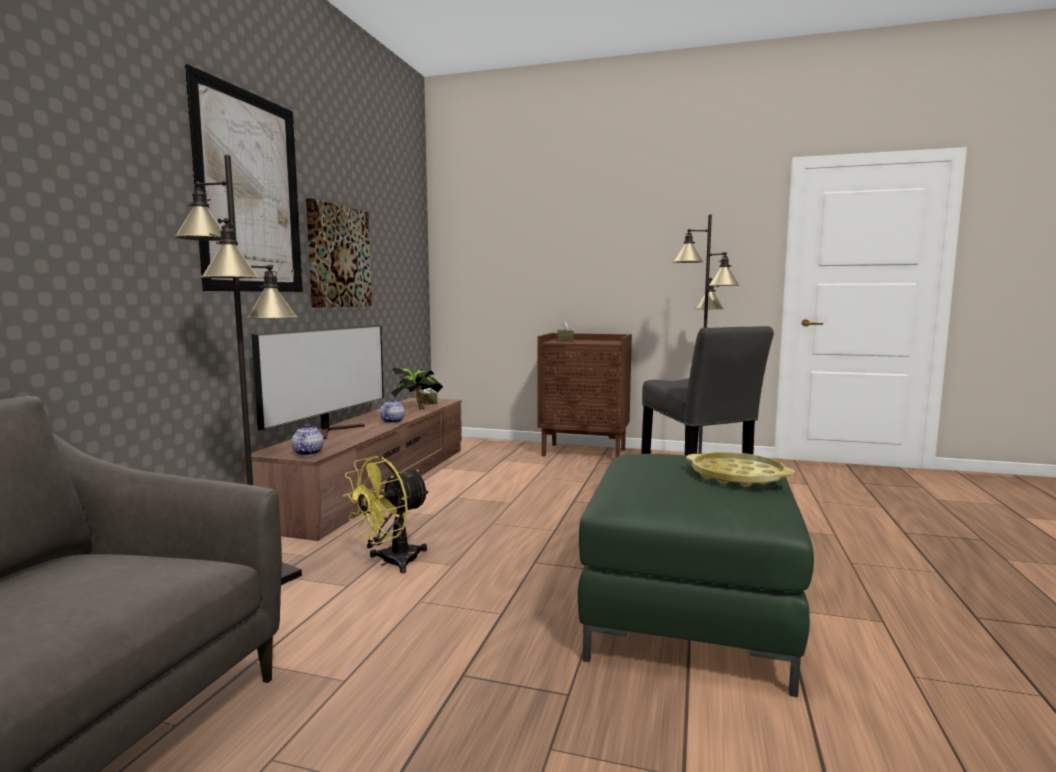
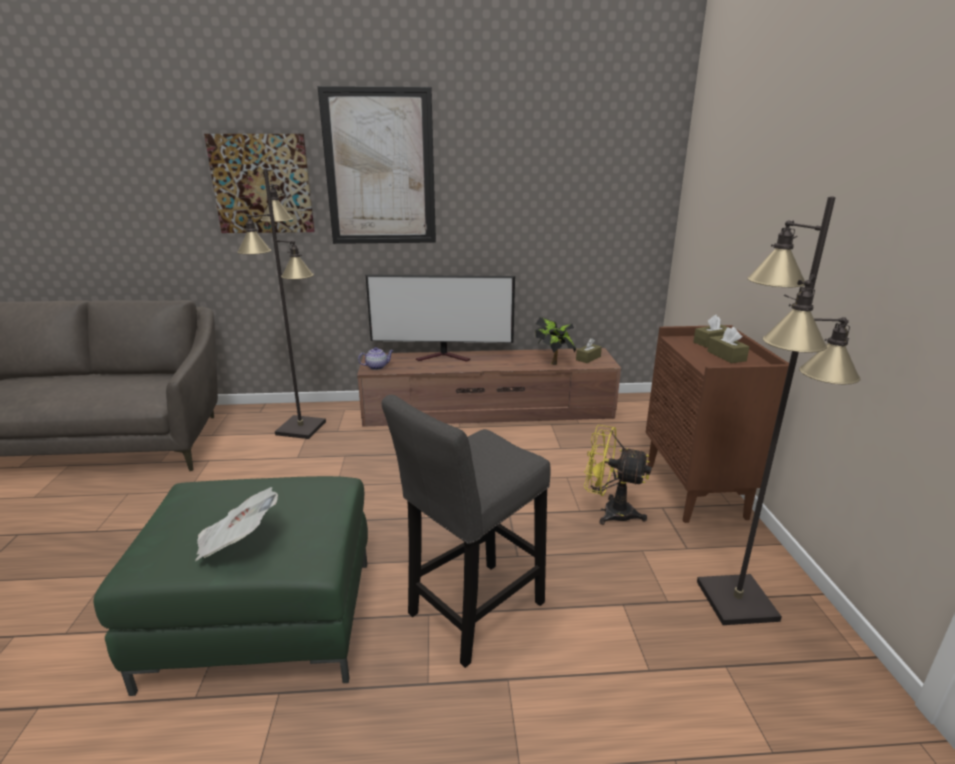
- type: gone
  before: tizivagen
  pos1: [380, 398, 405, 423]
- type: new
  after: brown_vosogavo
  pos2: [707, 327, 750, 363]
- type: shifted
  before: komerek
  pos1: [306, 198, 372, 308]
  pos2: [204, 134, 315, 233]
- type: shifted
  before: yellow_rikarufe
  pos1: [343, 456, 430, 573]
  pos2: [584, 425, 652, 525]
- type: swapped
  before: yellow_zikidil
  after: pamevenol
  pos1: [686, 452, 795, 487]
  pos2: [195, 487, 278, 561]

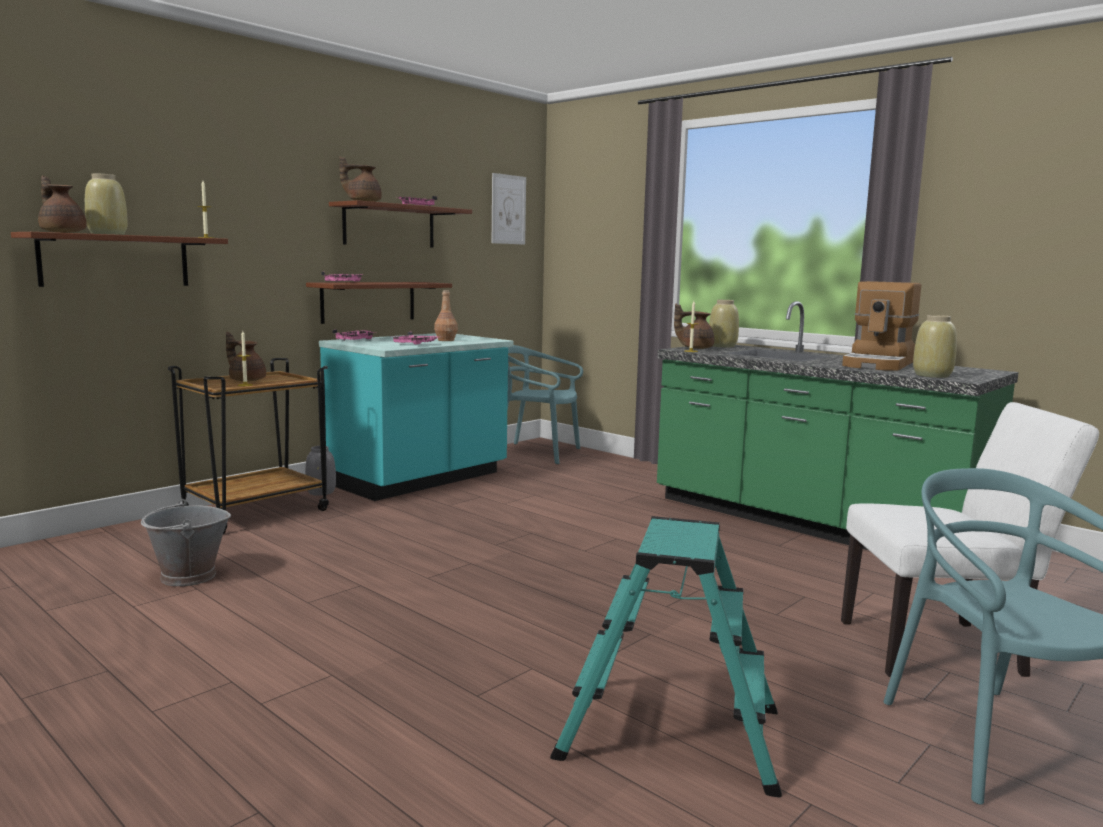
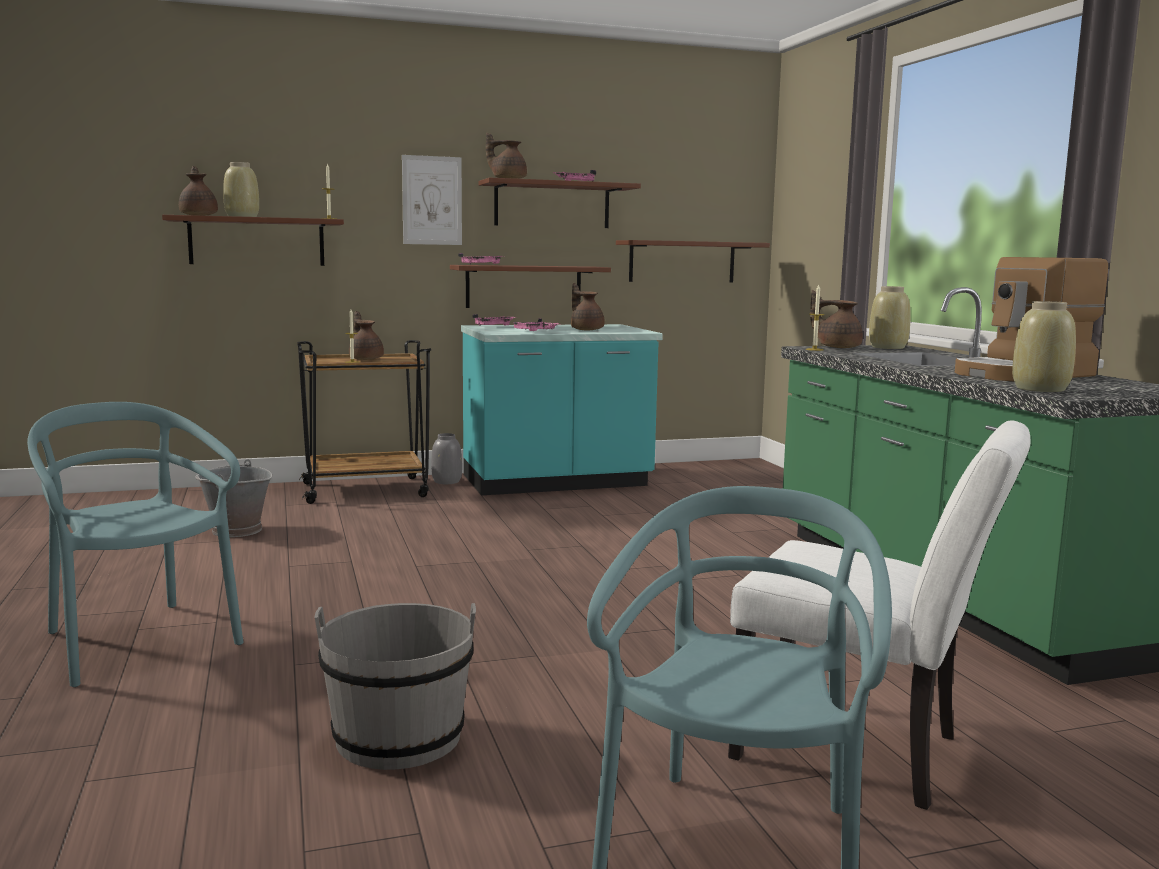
- type: new
  after: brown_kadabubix
  pos2: [616, 240, 770, 283]
- type: shifted
  before: komerek
  pos1: [492, 173, 526, 245]
  pos2: [402, 155, 462, 245]
- type: shifted
  before: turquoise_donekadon
  pos1: [506, 345, 583, 464]
  pos2: [27, 402, 244, 687]
- type: swapped
  before: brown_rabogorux
  after: brown_tizivagen
  pos1: [434, 290, 458, 341]
  pos2: [571, 283, 605, 331]
- type: swapped
  before: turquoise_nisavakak
  after: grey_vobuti
  pos1: [550, 516, 782, 797]
  pos2: [315, 603, 476, 770]

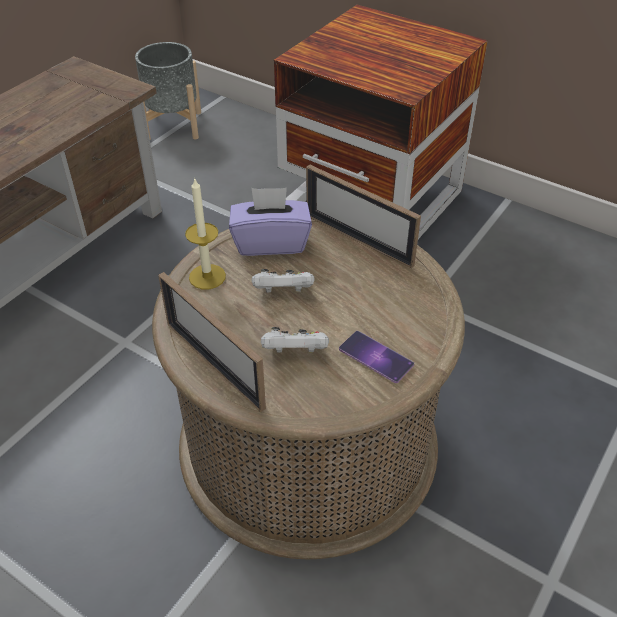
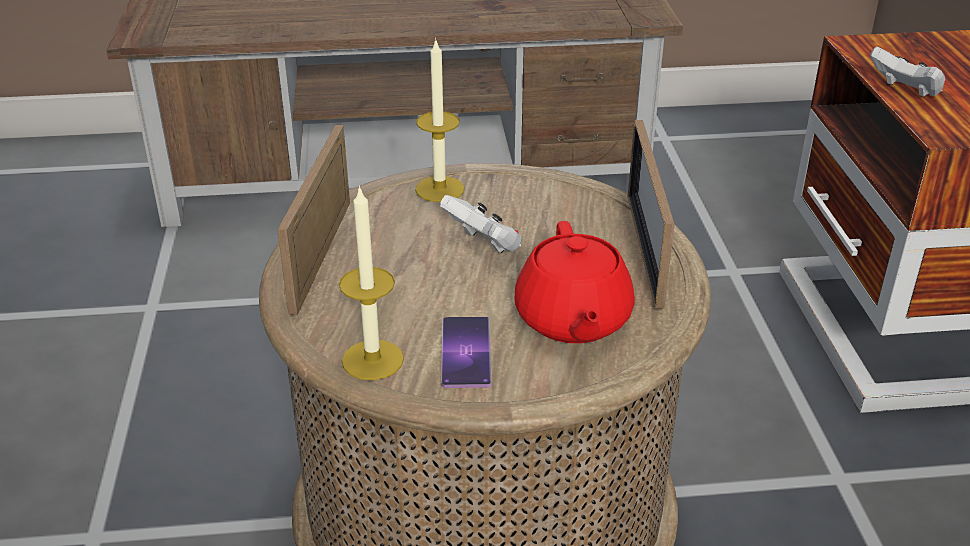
- type: gone
  before: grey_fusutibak
  pos1: [135, 42, 201, 139]
- type: gone
  before: purple_vosogavo
  pos1: [229, 188, 312, 256]
- type: new
  after: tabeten
  pos2: [339, 186, 404, 380]
- type: new
  after: red_tizivagen
  pos2: [515, 221, 635, 343]
- type: shifted
  before: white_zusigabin
  pos1: [261, 327, 329, 353]
  pos2: [870, 46, 945, 97]

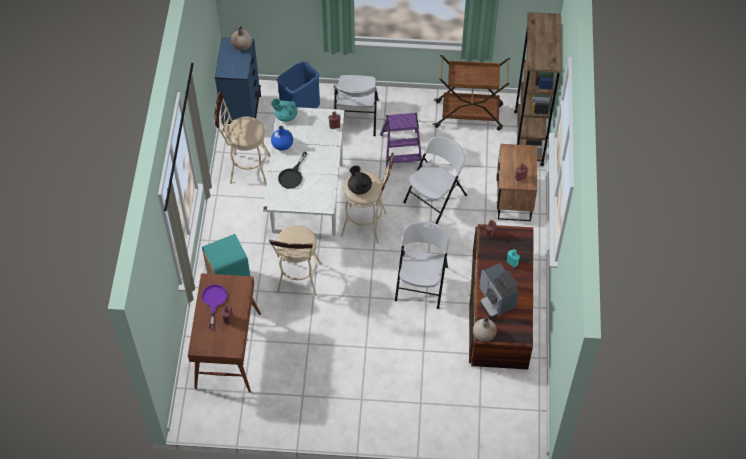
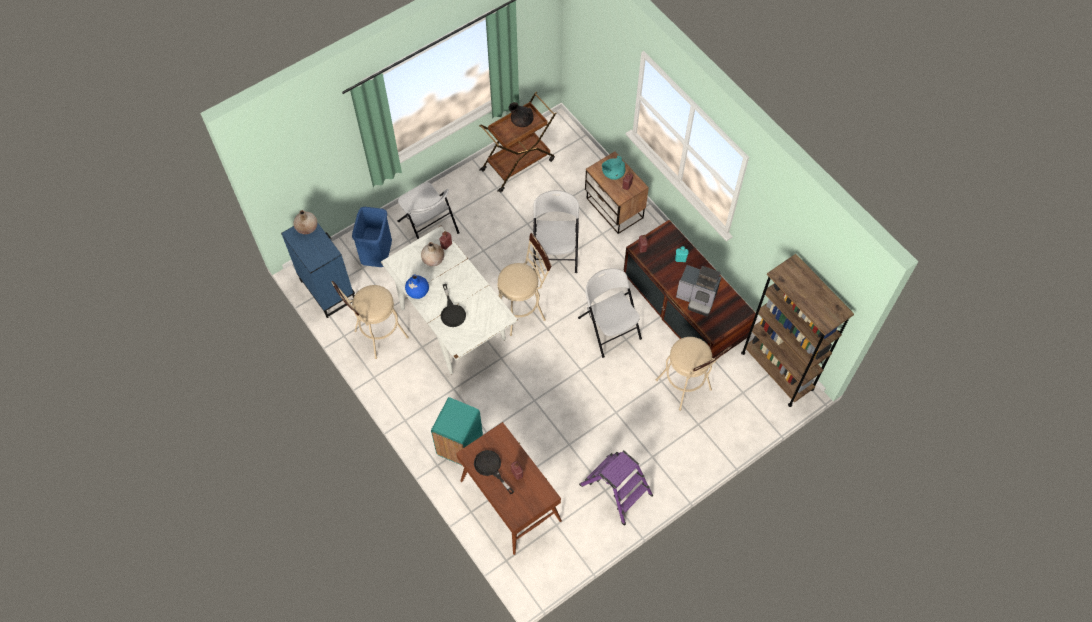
- type: shifted
  before: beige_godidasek
  pos1: [269, 225, 321, 296]
  pos2: [656, 337, 732, 411]
- type: shifted
  before: turquoise_tizivagen
  pos1: [271, 98, 297, 122]
  pos2: [602, 156, 625, 180]
- type: shifted
  before: black_tizivagen
  pos1: [348, 165, 372, 194]
  pos2: [509, 102, 534, 127]
- type: shifted
  before: purple_nisavakak
  pos1: [380, 112, 423, 168]
  pos2: [579, 450, 653, 526]
- type: shifted
  before: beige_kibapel
  pos1: [473, 318, 497, 342]
  pos2: [421, 242, 444, 266]
- type: shifted
  before: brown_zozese
  pos1: [514, 12, 562, 166]
  pos2: [741, 254, 854, 407]
- type: repainted
  before: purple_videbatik
  after: black_videbatik
  pos1: [202, 284, 227, 329]
  pos2: [474, 450, 514, 494]

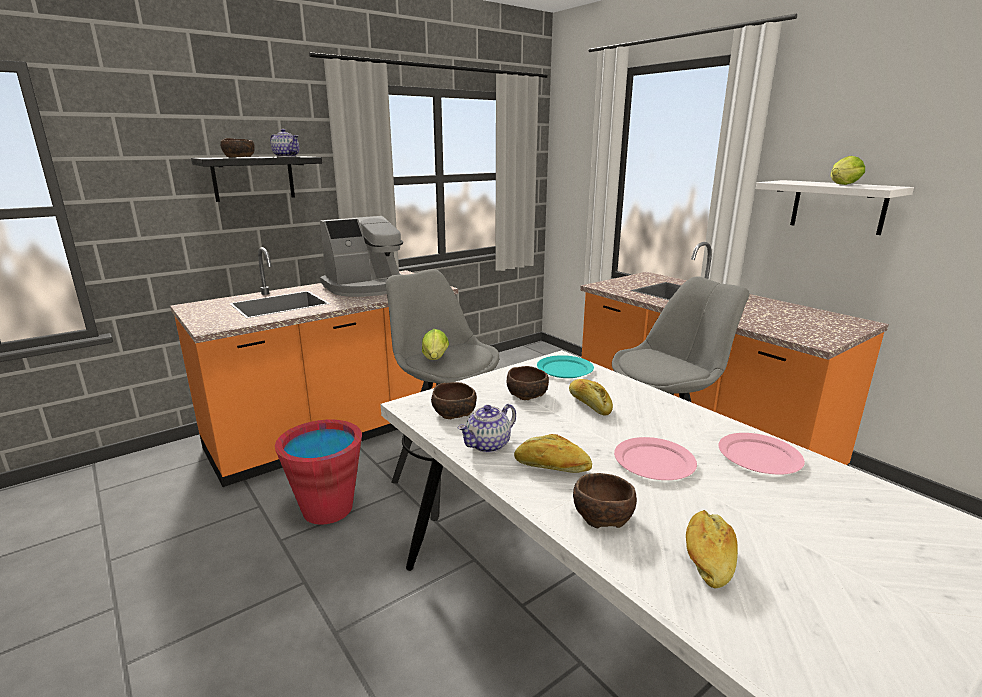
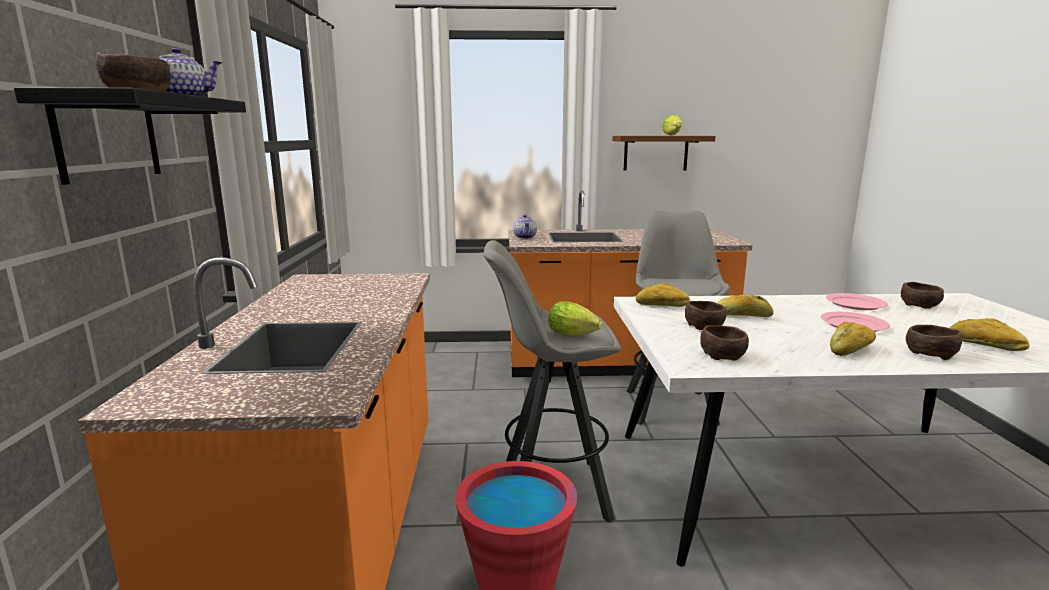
- type: gone
  before: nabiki
  pos1: [320, 216, 403, 297]
- type: new
  after: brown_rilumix
  pos2: [901, 282, 944, 309]
- type: shifted
  before: tizivagen
  pos1: [458, 404, 516, 453]
  pos2: [513, 214, 537, 239]
- type: swapped
  before: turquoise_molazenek
  after: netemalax
  pos1: [537, 355, 594, 378]
  pos2: [636, 283, 690, 307]
- type: repainted
  before: white_kadabubix
  after: brown_kadabubix
  pos1: [756, 180, 914, 235]
  pos2: [612, 136, 715, 171]

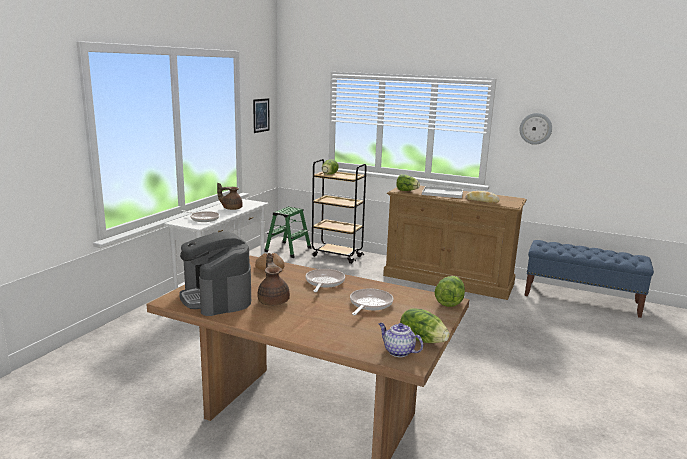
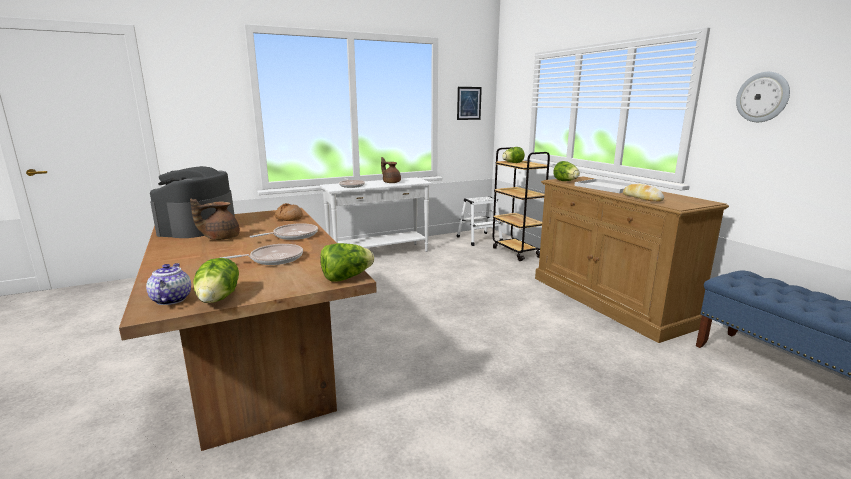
- type: repainted
  before: green_nisavakak
  after: white_nisavakak
  pos1: [264, 206, 312, 258]
  pos2: [456, 196, 503, 246]
- type: rotated
  before: brown_tizivagen
  pos1: [257, 253, 290, 306]
  pos2: [190, 198, 240, 240]
  turn: -150

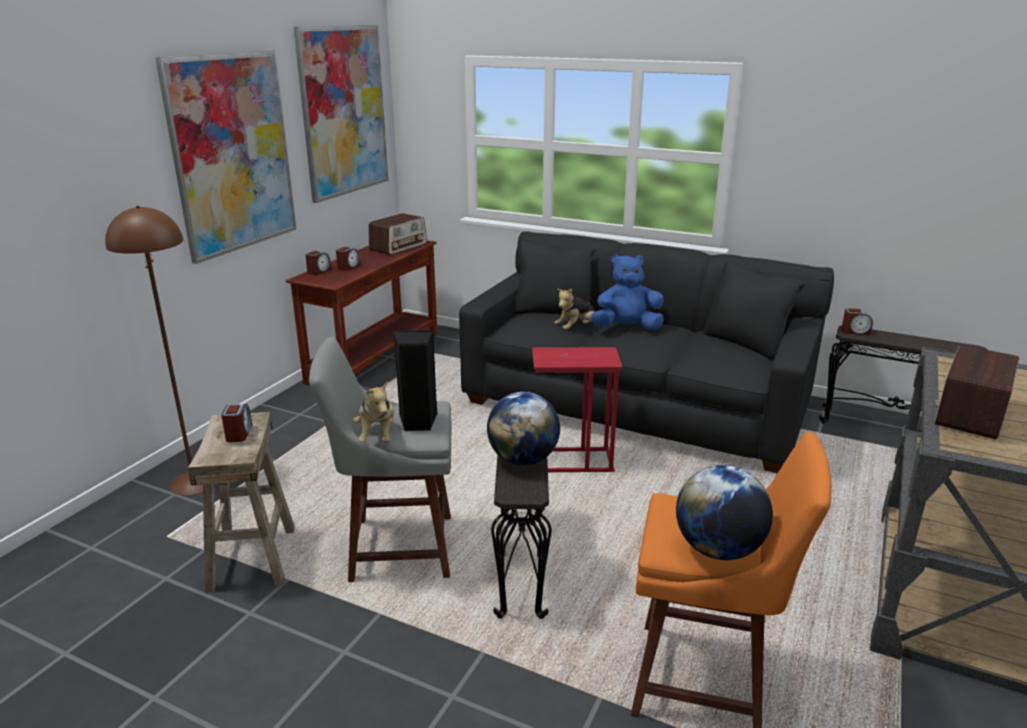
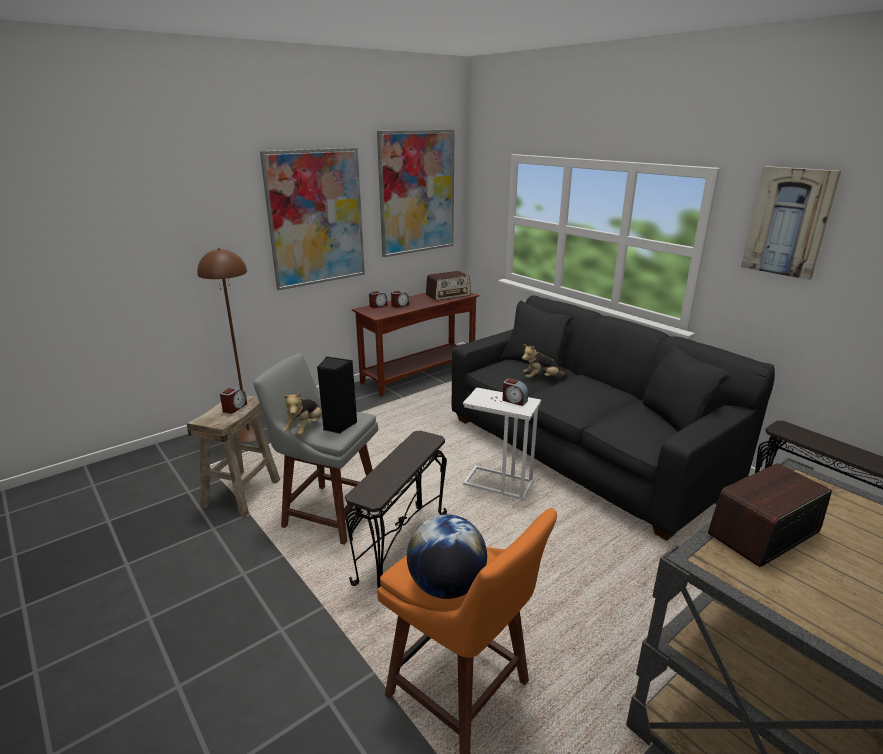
- type: gone
  before: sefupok
  pos1: [487, 392, 560, 465]
- type: gone
  before: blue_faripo
  pos1: [591, 254, 664, 330]
- type: new
  after: komerek
  pos2: [741, 166, 841, 280]
- type: shifted
  before: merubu
  pos1: [841, 308, 873, 335]
  pos2: [503, 379, 528, 406]
- type: repainted
  before: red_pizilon
  after: white_pizilon
  pos1: [532, 347, 622, 472]
  pos2: [463, 388, 541, 500]

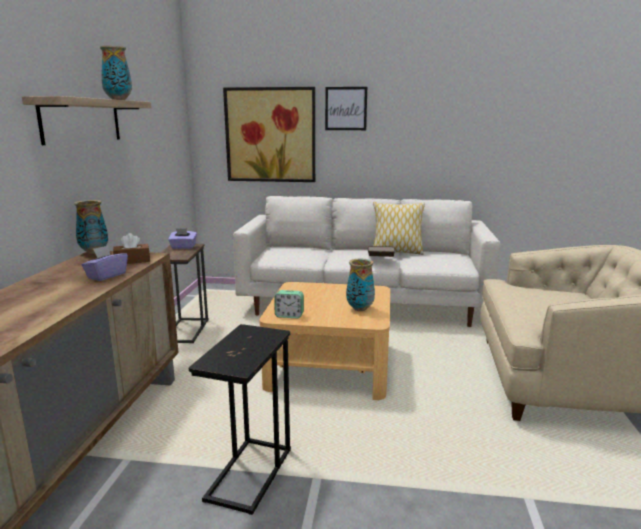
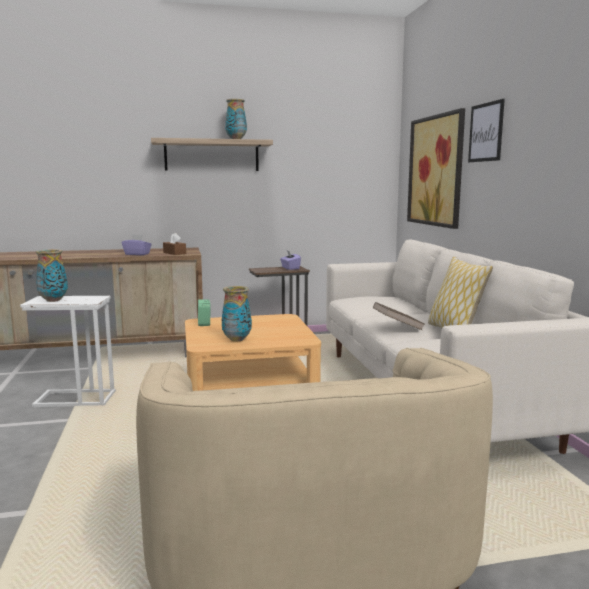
- type: shifted
  before: kibapel
  pos1: [74, 200, 108, 254]
  pos2: [36, 249, 68, 302]
- type: repainted
  before: black_pizilon
  after: white_pizilon
  pos1: [189, 324, 291, 515]
  pos2: [20, 296, 116, 407]

